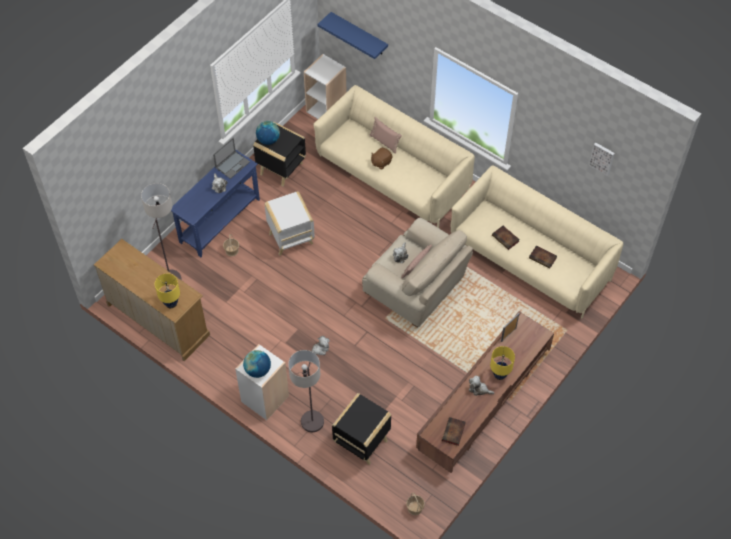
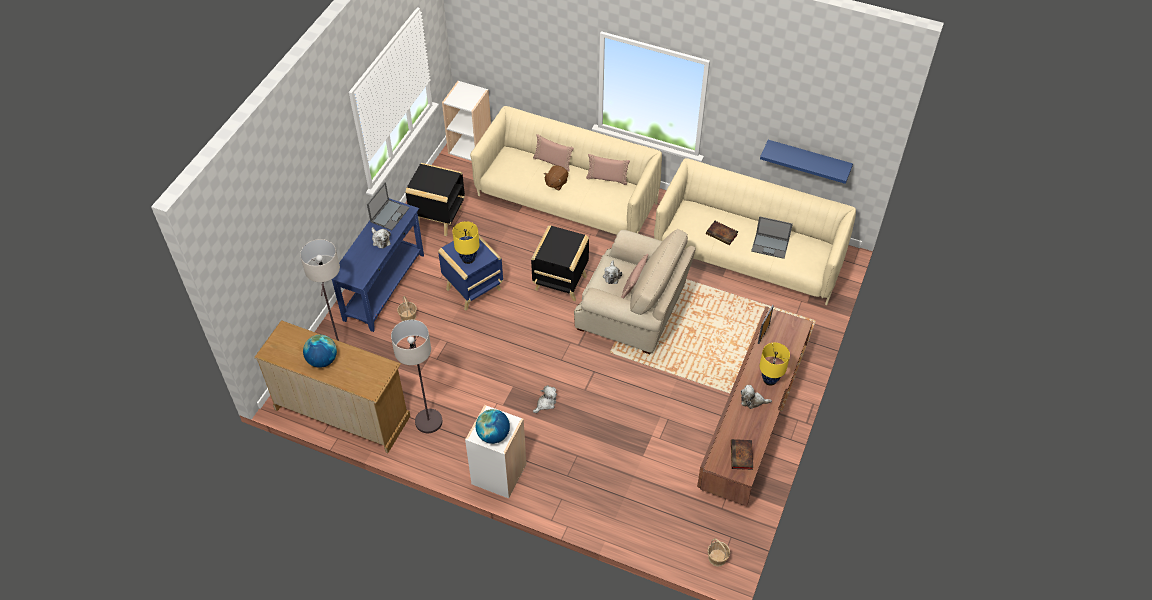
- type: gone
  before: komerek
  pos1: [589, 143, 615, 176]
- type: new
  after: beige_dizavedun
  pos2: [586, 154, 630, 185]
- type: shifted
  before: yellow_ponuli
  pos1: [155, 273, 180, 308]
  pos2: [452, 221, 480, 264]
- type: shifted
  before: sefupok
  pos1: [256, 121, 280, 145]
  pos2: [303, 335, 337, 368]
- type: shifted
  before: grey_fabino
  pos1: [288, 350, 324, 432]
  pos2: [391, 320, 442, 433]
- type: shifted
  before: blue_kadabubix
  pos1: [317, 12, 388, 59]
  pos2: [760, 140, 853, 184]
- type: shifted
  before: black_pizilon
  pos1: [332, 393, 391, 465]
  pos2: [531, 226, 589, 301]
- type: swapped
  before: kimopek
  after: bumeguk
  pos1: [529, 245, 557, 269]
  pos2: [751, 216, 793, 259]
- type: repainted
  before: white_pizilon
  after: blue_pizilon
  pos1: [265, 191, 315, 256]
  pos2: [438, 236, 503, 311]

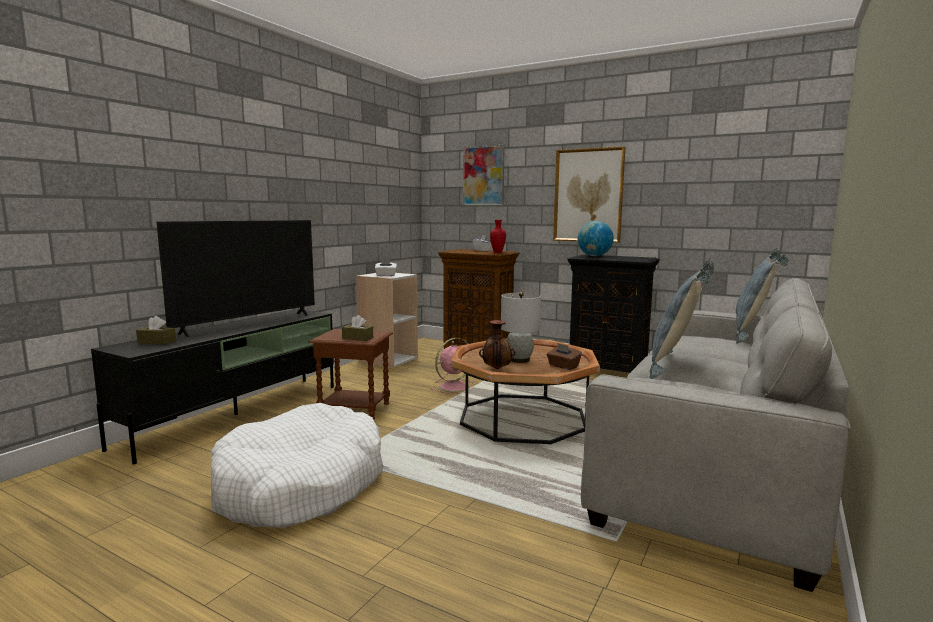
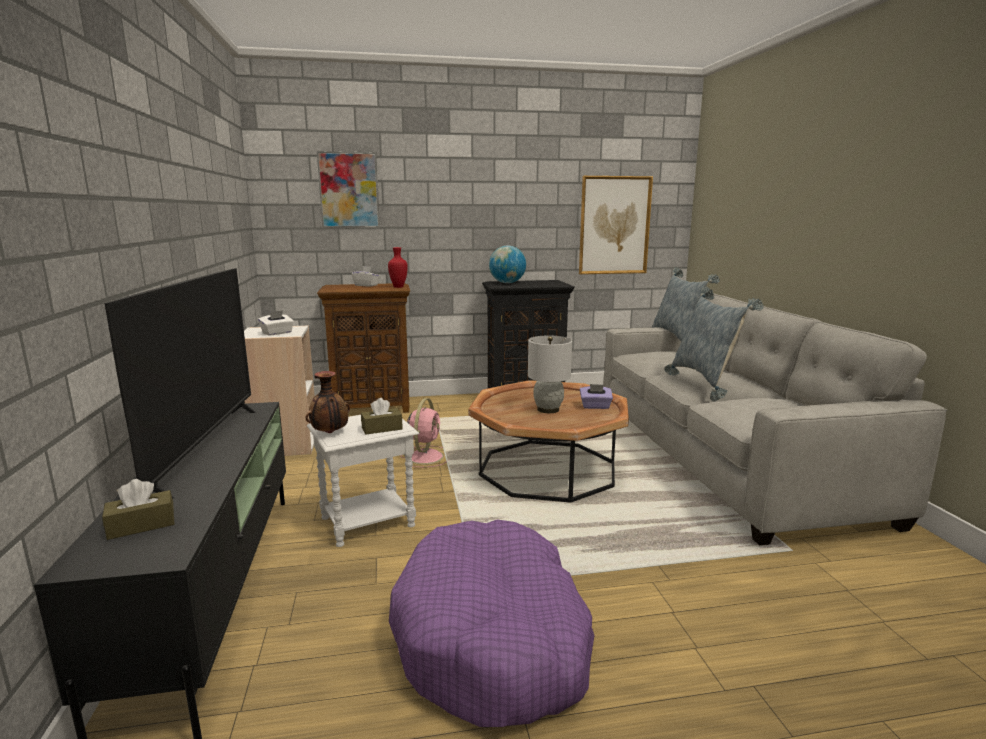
- type: shifted
  before: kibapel
  pos1: [479, 320, 515, 369]
  pos2: [306, 371, 350, 433]
- type: shifted
  before: komerek
  pos1: [553, 147, 625, 243]
  pos2: [579, 176, 653, 274]
- type: repainted
  before: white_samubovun
  after: purple_samubovun
  pos1: [211, 403, 383, 528]
  pos2: [389, 519, 595, 727]
- type: repainted
  before: brown_pizilon
  after: white_pizilon
  pos1: [308, 329, 393, 419]
  pos2: [307, 415, 419, 547]
- type: repainted
  before: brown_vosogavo
  after: purple_vosogavo
  pos1: [547, 343, 582, 370]
  pos2: [580, 384, 613, 409]

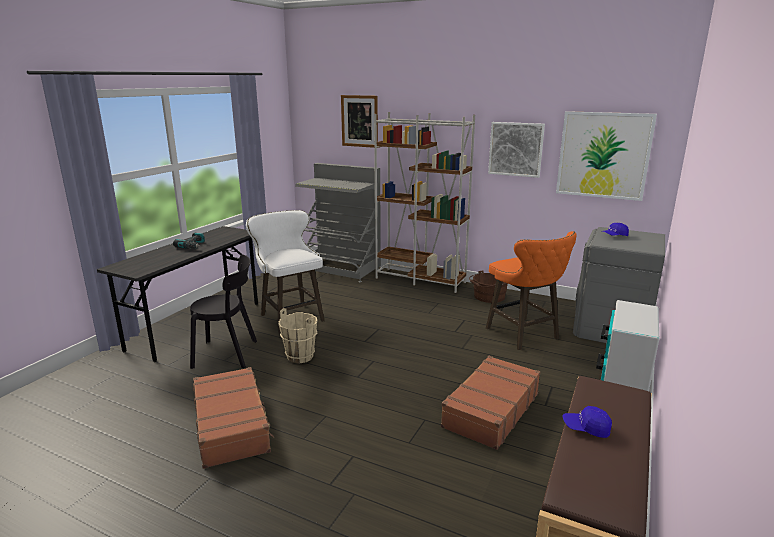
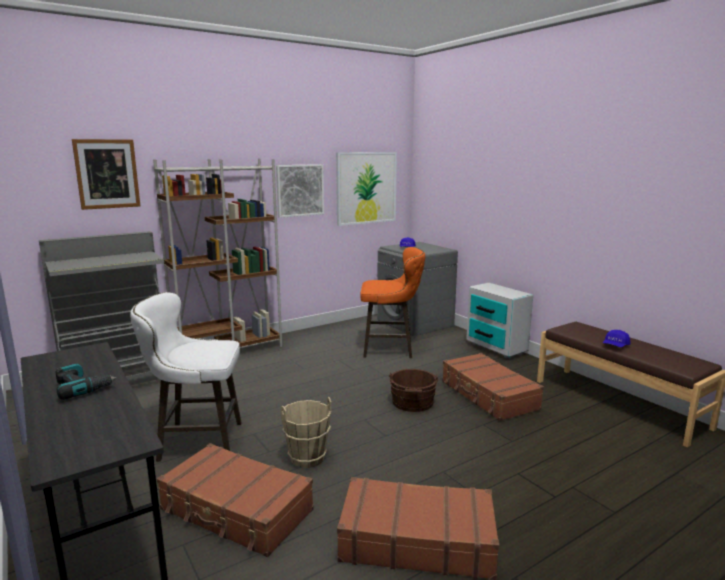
- type: shifted
  before: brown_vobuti
  pos1: [469, 270, 508, 303]
  pos2: [389, 369, 438, 412]
- type: swapped
  before: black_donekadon
  after: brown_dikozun
  pos1: [190, 255, 257, 369]
  pos2: [157, 443, 314, 557]

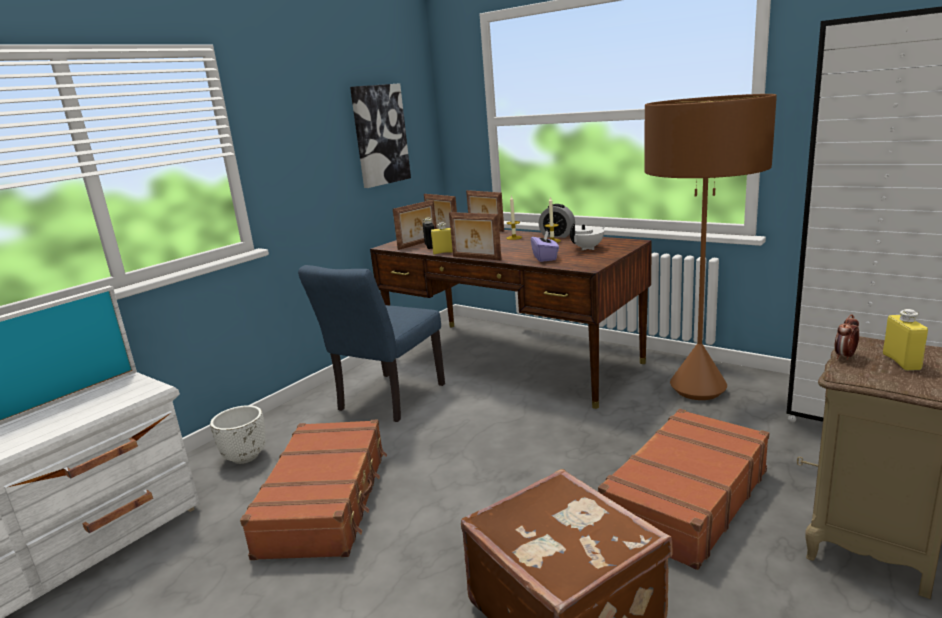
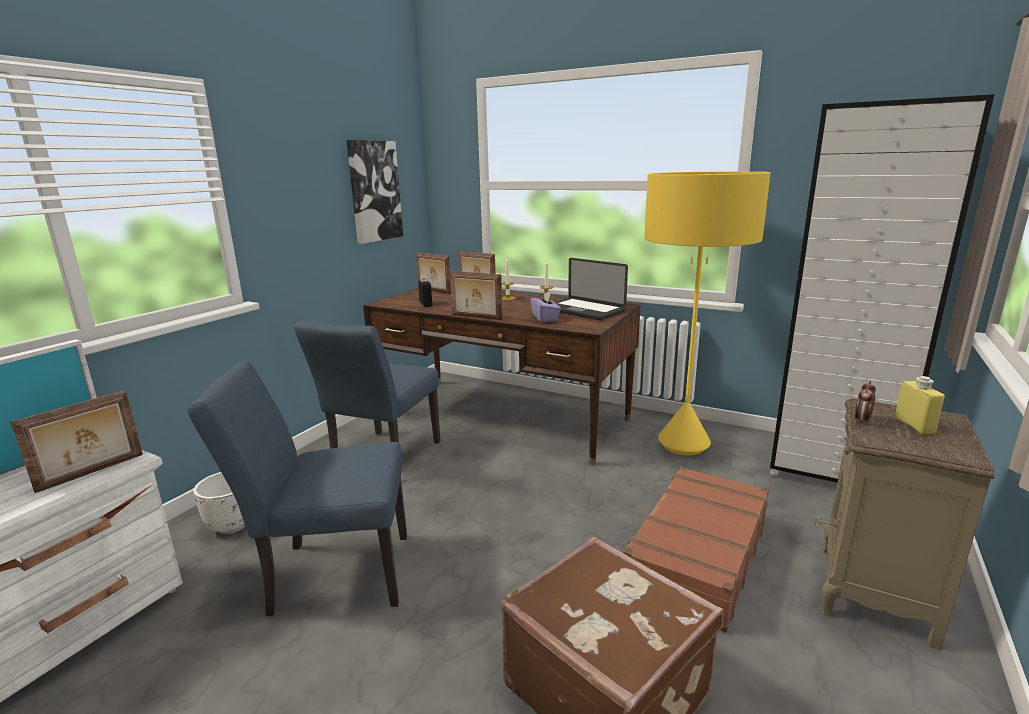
- type: gone
  before: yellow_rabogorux
  pos1: [431, 222, 453, 254]
- type: gone
  before: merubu
  pos1: [539, 204, 575, 238]
- type: shifted
  before: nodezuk
  pos1: [393, 200, 437, 250]
  pos2: [10, 390, 143, 493]
- type: swapped
  before: brown_dikozun
  after: blue_donekadon
  pos1: [240, 419, 387, 560]
  pos2: [188, 361, 407, 616]
- type: swapped
  before: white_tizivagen
  after: bumeguk
  pos1: [570, 223, 605, 250]
  pos2: [554, 258, 628, 320]
- type: repainted
  before: brown_fabino
  after: yellow_fabino
  pos1: [644, 94, 777, 400]
  pos2: [644, 171, 770, 456]

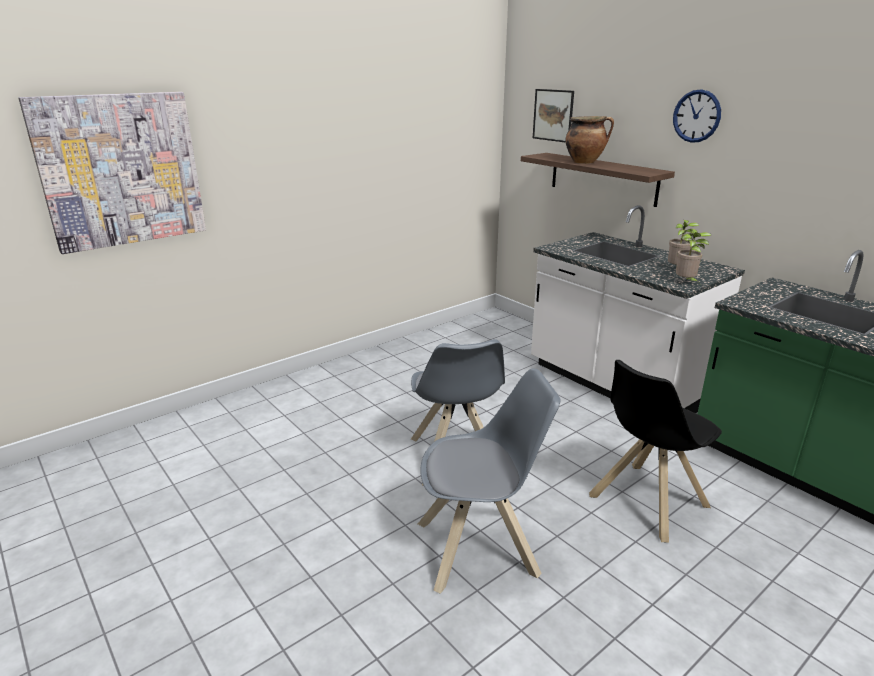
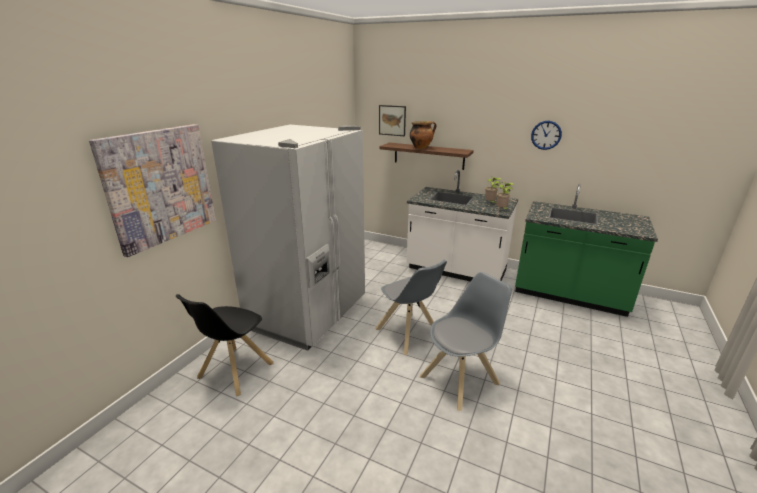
- type: new
  after: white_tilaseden
  pos2: [211, 125, 365, 351]
- type: shifted
  before: black_donekadon
  pos1: [589, 360, 722, 542]
  pos2: [176, 294, 273, 396]
- type: shifted
  before: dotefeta
  pos1: [673, 89, 721, 143]
  pos2: [531, 121, 562, 150]

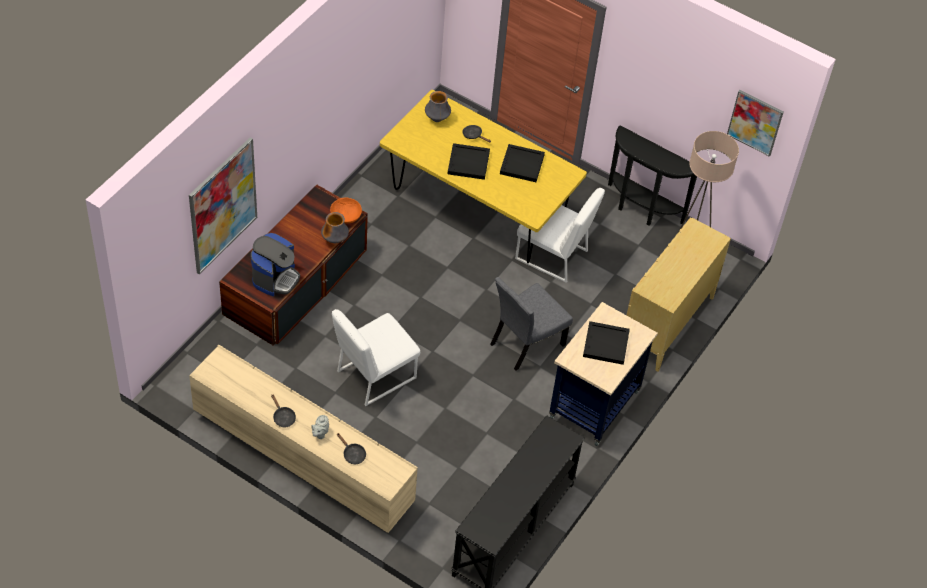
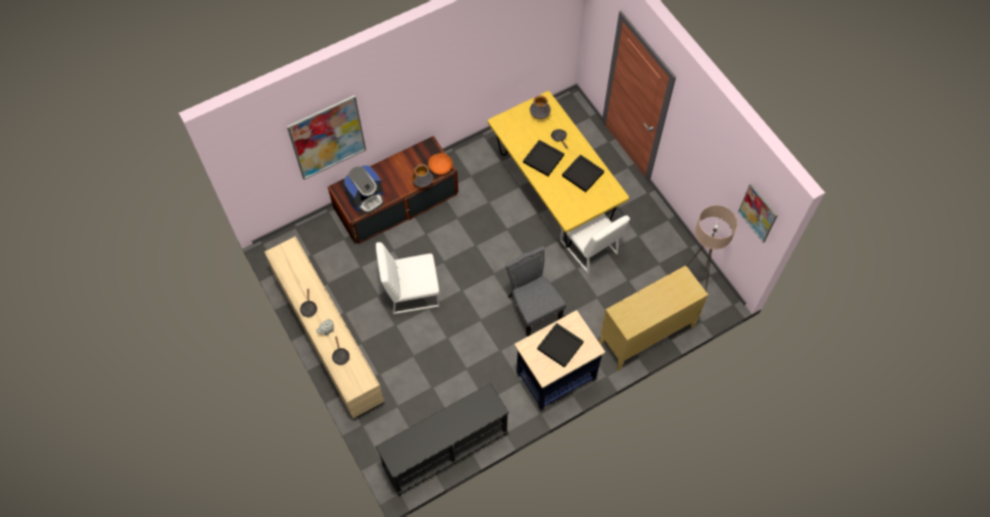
- type: gone
  before: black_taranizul
  pos1: [608, 125, 697, 226]
- type: rotated
  before: grey_donekadon
  pos1: [490, 277, 573, 370]
  pos2: [505, 246, 566, 337]
  turn: 75

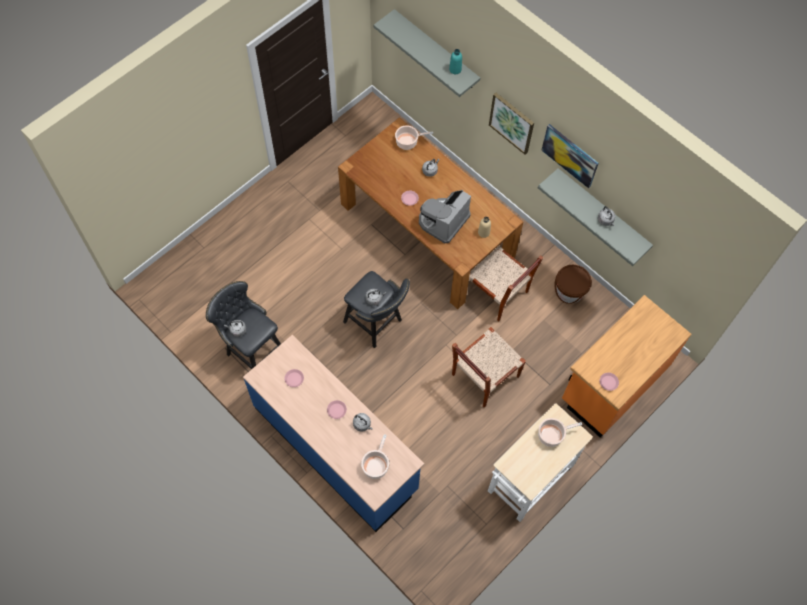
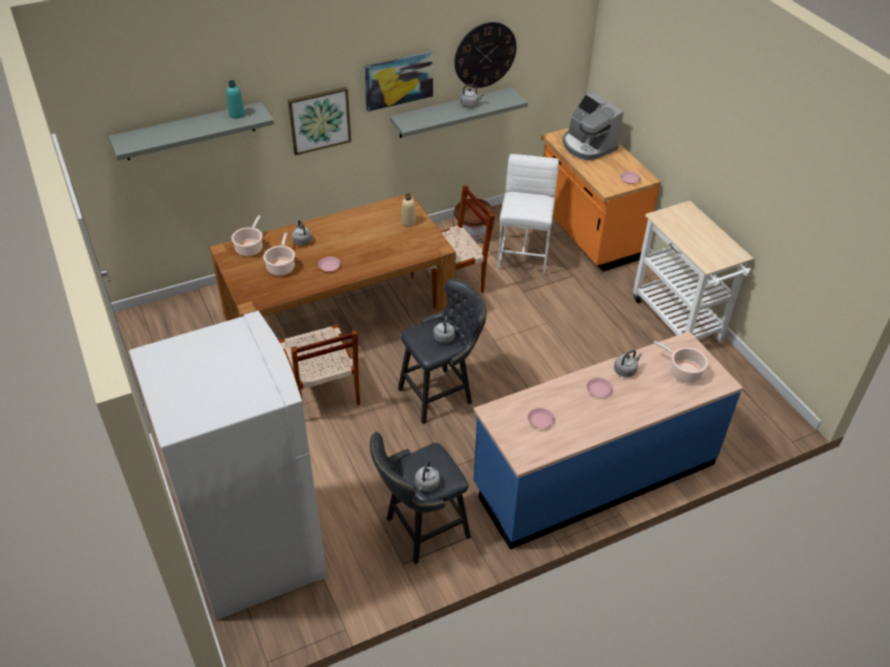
- type: new
  after: white_tilaseden
  pos2: [129, 311, 327, 620]
- type: new
  after: dotefeta
  pos2: [454, 22, 517, 88]
- type: new
  after: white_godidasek
  pos2: [497, 154, 559, 275]
- type: shifted
  before: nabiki
  pos1: [419, 190, 471, 244]
  pos2: [562, 92, 624, 160]
- type: shifted
  before: donekadon
  pos1: [452, 327, 526, 408]
  pos2: [278, 324, 360, 405]
- type: shifted
  before: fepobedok
  pos1: [538, 418, 582, 447]
  pos2: [263, 233, 295, 276]

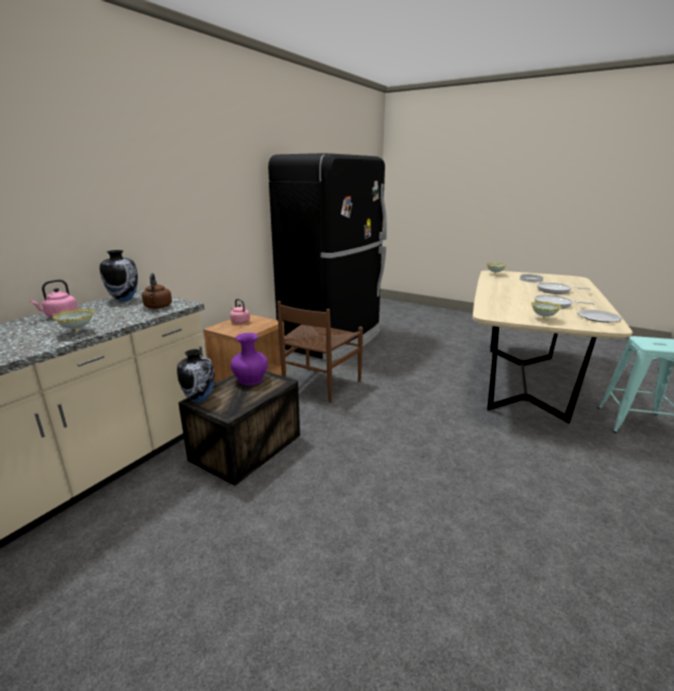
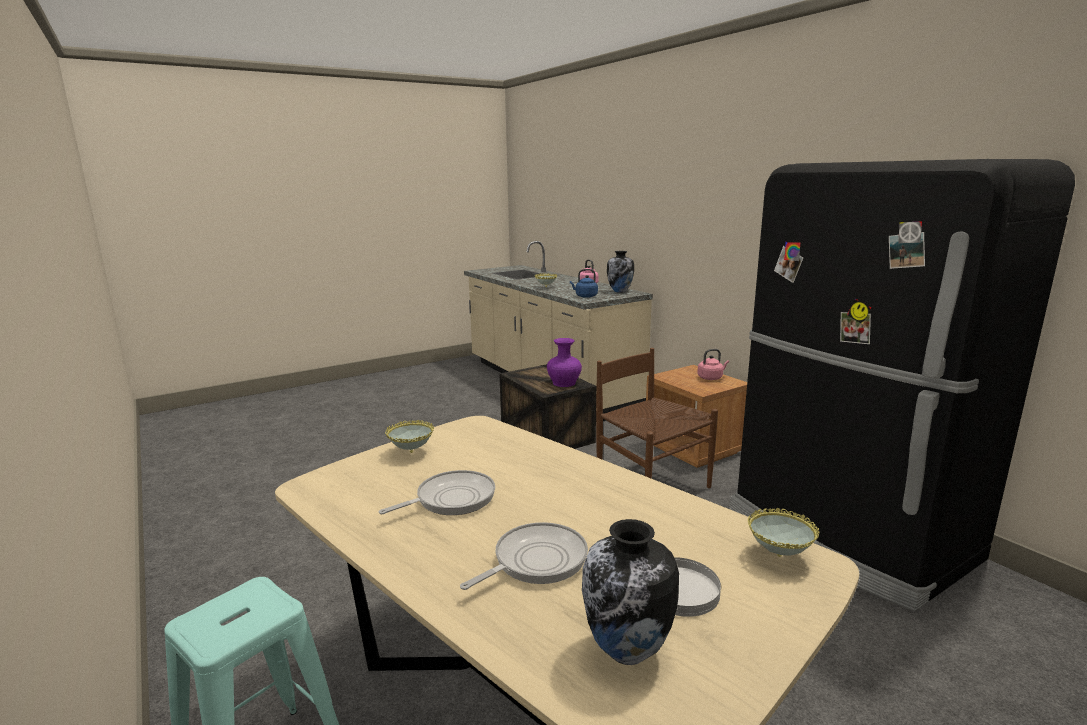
- type: gone
  before: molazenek
  pos1: [577, 310, 622, 323]
- type: shifted
  before: kibapel
  pos1: [177, 349, 215, 402]
  pos2: [582, 519, 679, 665]
- type: repainted
  before: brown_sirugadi
  after: blue_sirugadi
  pos1: [142, 273, 172, 309]
  pos2: [570, 269, 598, 298]

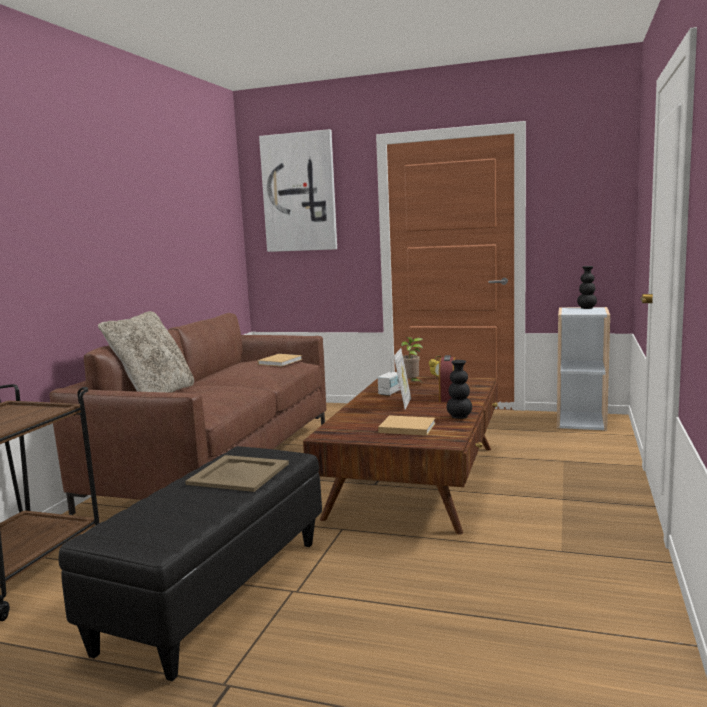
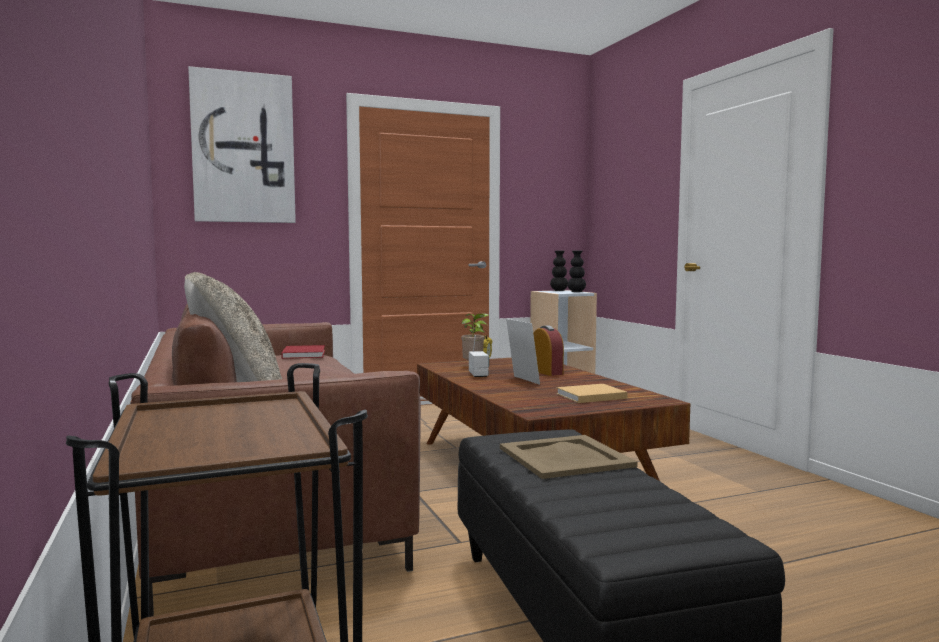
- type: shifted
  before: black_kibapel
  pos1: [447, 360, 472, 419]
  pos2: [568, 250, 586, 292]
- type: repainted
  before: beige_kimopek
  after: red_kimopek
  pos1: [257, 354, 302, 367]
  pos2: [281, 345, 325, 359]

